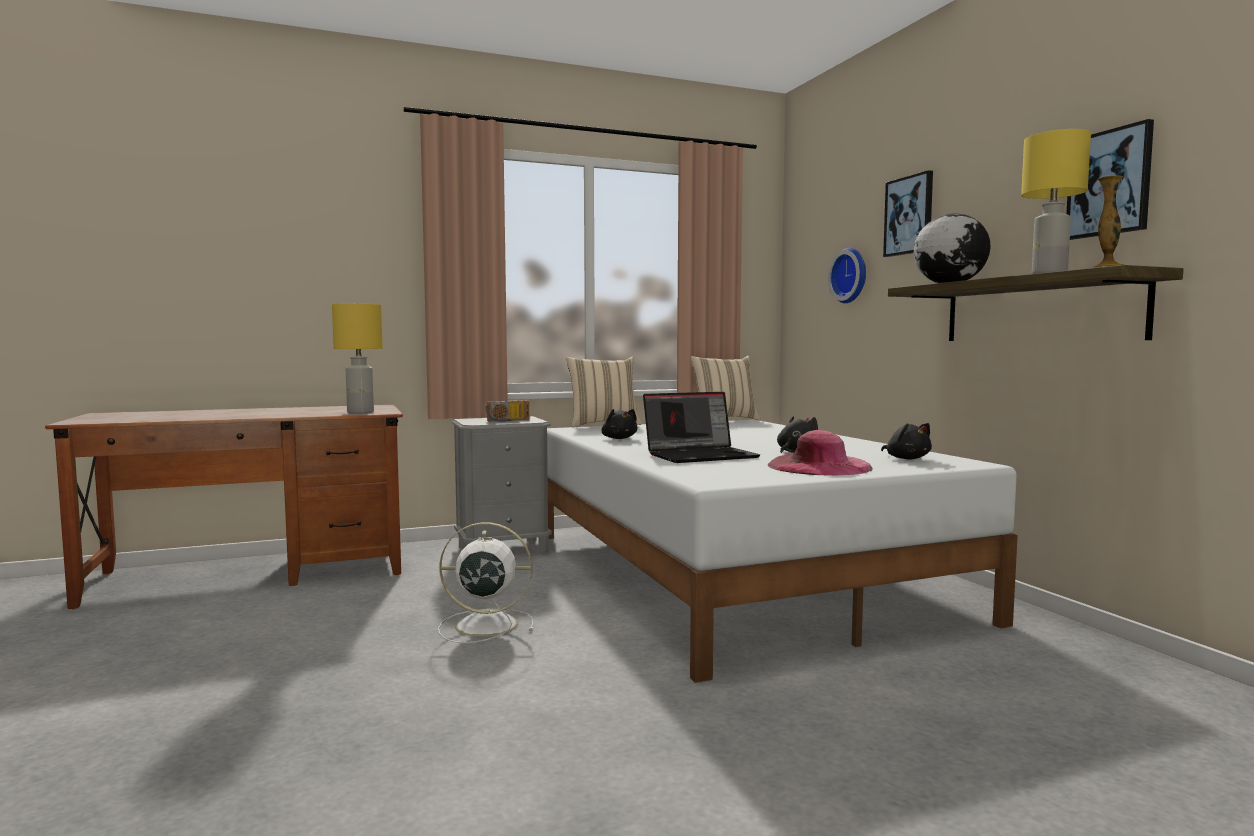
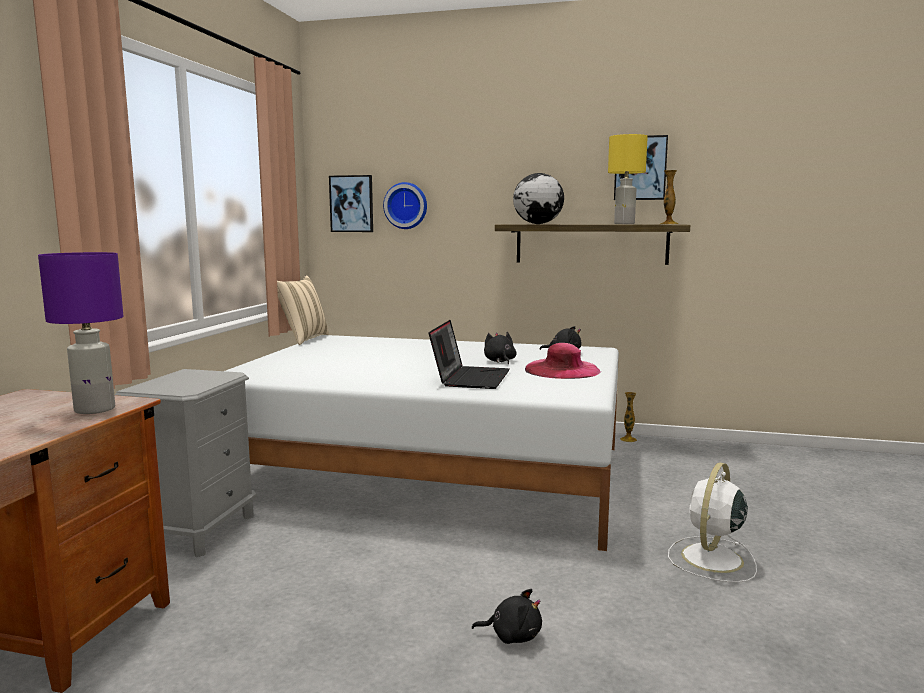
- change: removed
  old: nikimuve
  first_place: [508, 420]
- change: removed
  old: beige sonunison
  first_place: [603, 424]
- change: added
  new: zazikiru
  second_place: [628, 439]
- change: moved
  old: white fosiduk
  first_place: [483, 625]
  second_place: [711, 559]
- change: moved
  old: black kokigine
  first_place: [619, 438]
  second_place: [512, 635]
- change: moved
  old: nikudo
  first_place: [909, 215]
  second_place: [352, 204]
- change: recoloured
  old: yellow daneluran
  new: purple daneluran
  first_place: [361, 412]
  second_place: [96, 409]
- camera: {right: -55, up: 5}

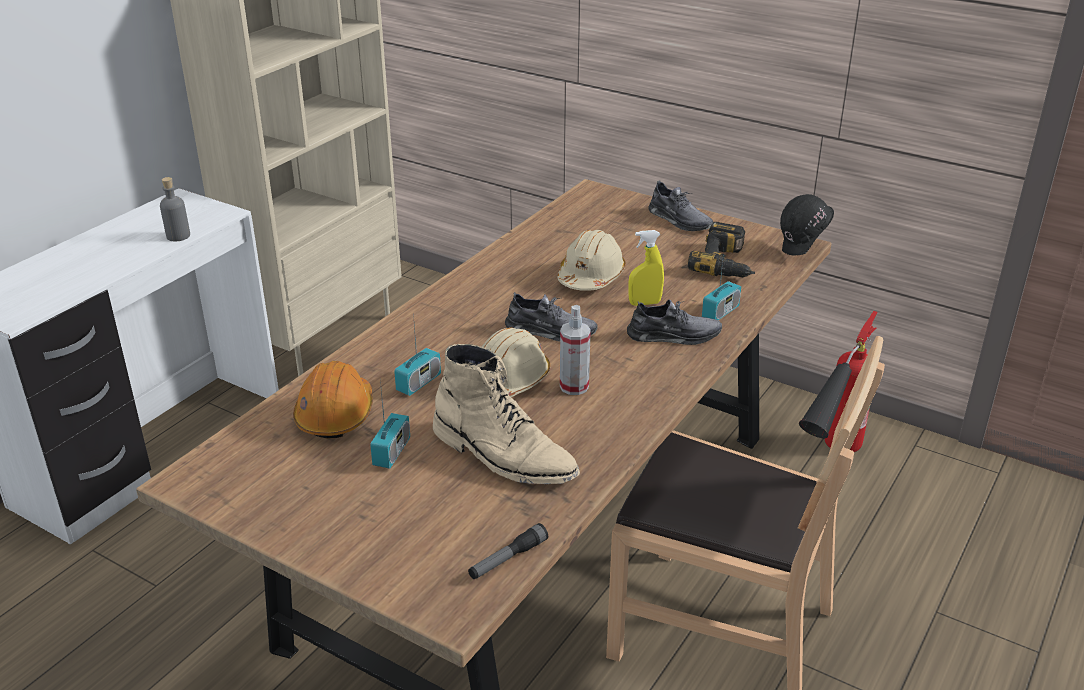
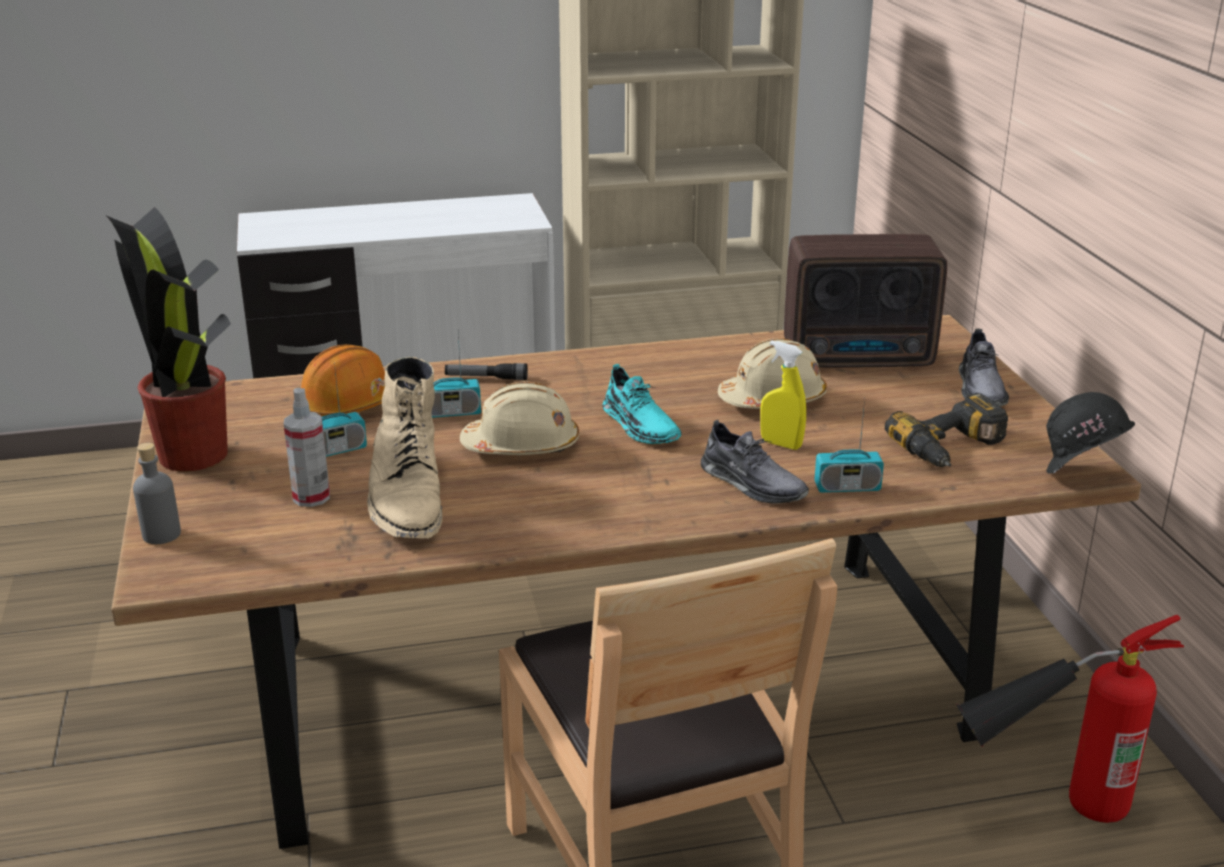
- change: added
  new: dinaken
  second_place: [192, 453]
- change: added
  new: nikimuve
  second_place: [861, 358]
- change: moved
  old: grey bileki
  first_place: [178, 236]
  second_place: [161, 534]
- change: moved
  old: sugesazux
  first_place: [508, 559]
  second_place: [486, 378]
- change: moved
  old: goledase
  first_place: [574, 386]
  second_place: [311, 497]
- change: recoloured
  old: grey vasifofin
  new: turquoise vasifofin
  first_place: [550, 331]
  second_place: [640, 425]
- camera: {right: 45, up: -5}

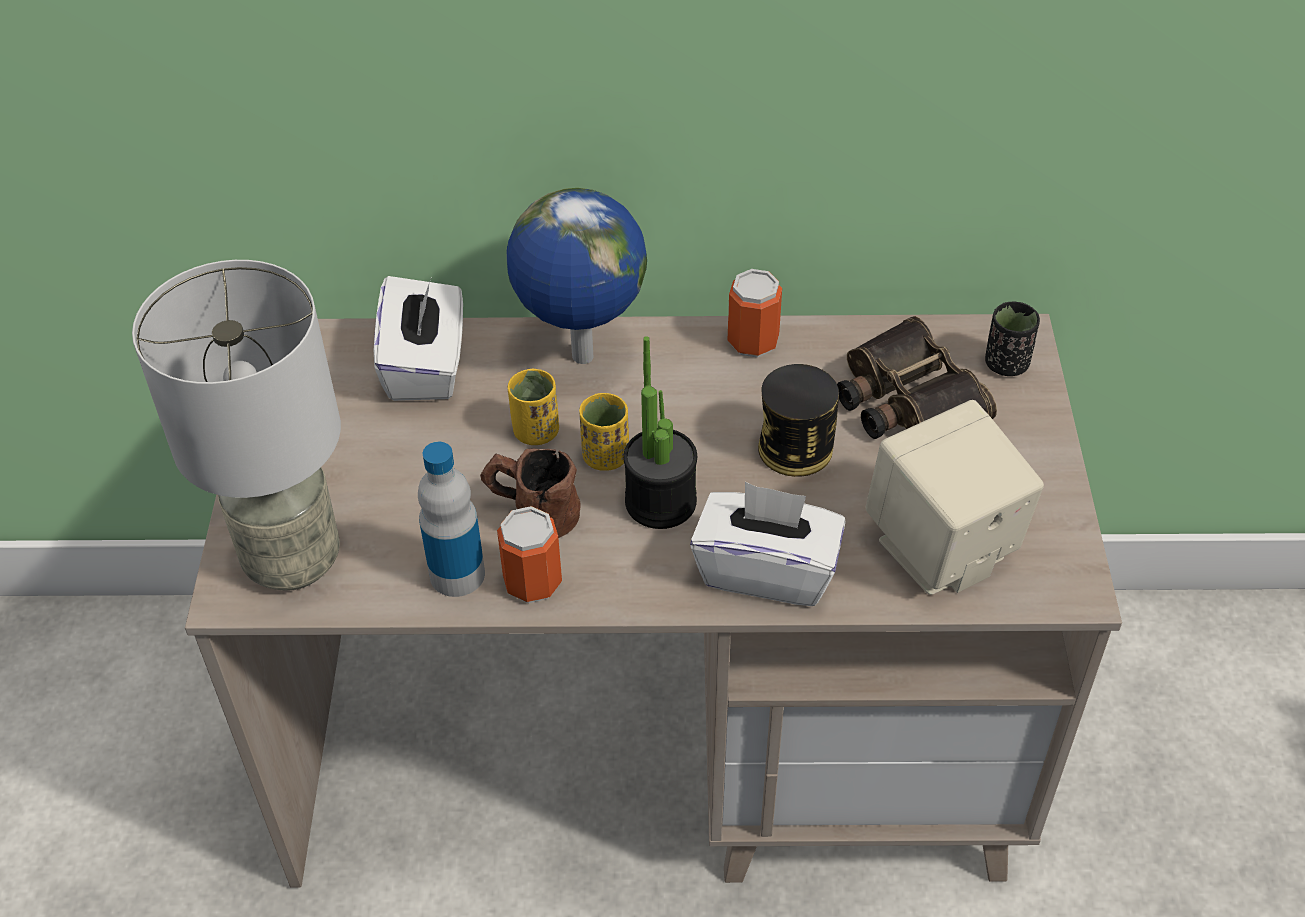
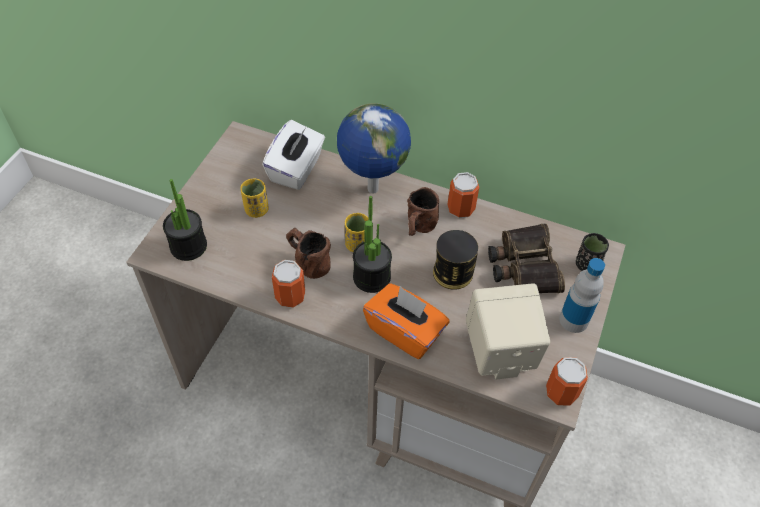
- change: added
  new: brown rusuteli
  second_place: [418, 229]
- change: added
  new: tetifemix
  second_place: [561, 392]
- change: moved
  old: bileki
  first_place: [457, 574]
  second_place: [573, 320]
- change: moved
  old: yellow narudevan
  first_place: [536, 432]
  second_place: [256, 210]
- change: replaced
  old: grey daneluran
  new: dinaken
  first_place: [293, 560]
  second_place: [188, 246]
- change: recoloured
  old: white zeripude
  new: orange zeripude
  first_place: [766, 570]
  second_place: [405, 332]
- camera: {right: 20, up: 5}

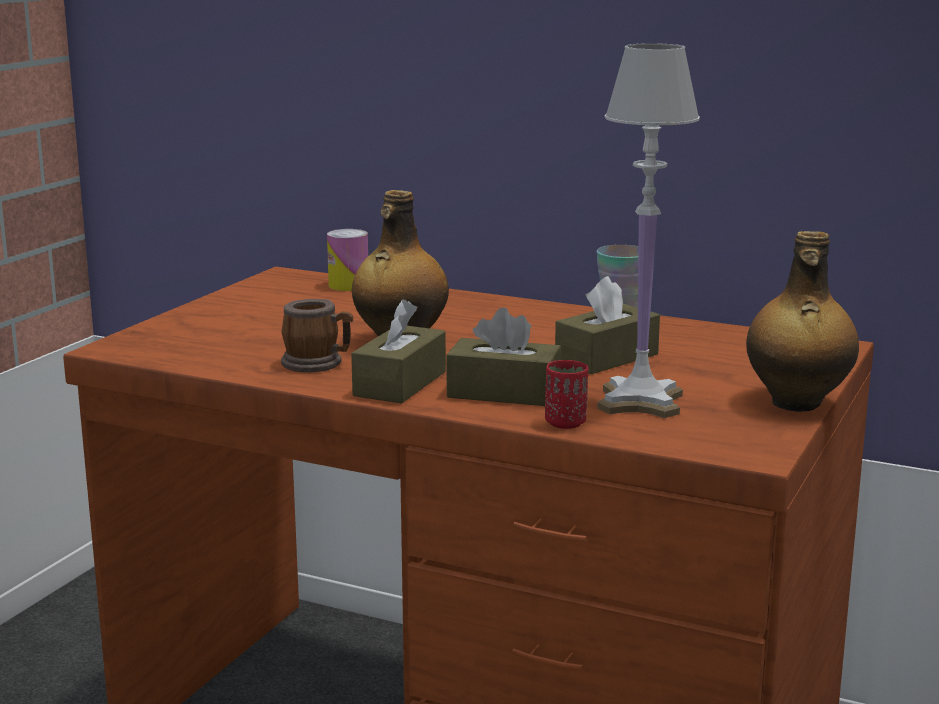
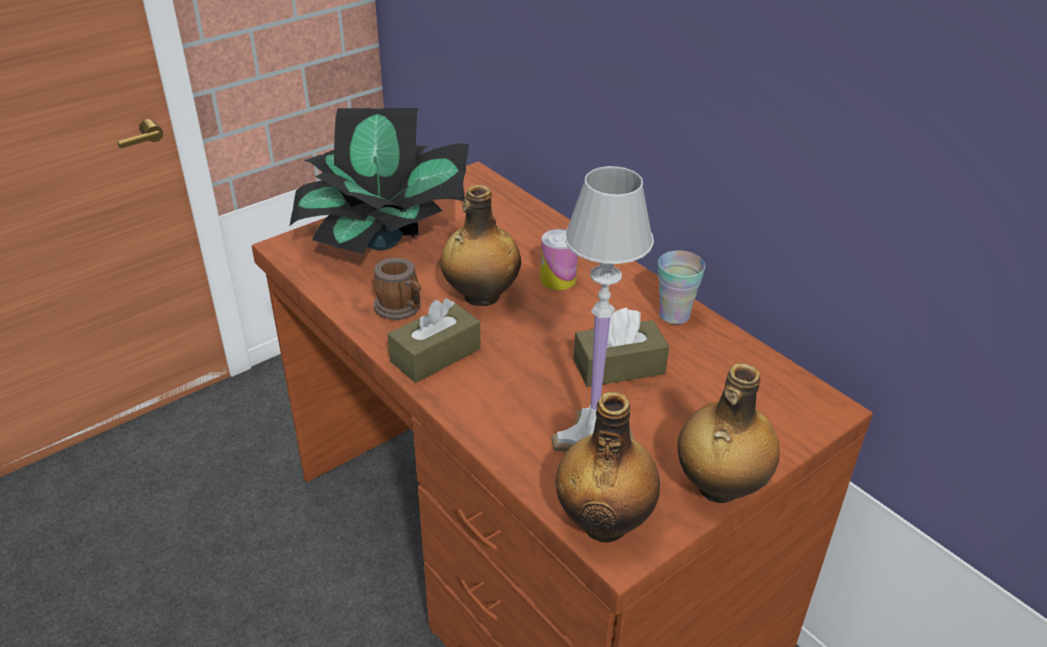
- change: removed
  old: brown zeripude
  first_place: [504, 393]
- change: removed
  old: red narudevan
  first_place: [565, 423]
- change: added
  new: dinaken
  second_place: [384, 241]
- change: added
  new: bileki
  second_place: [604, 522]
- change: moved
  old: tetifemix
  first_place: [348, 285]
  second_place: [558, 279]
- camera: {right: 25, up: 20}

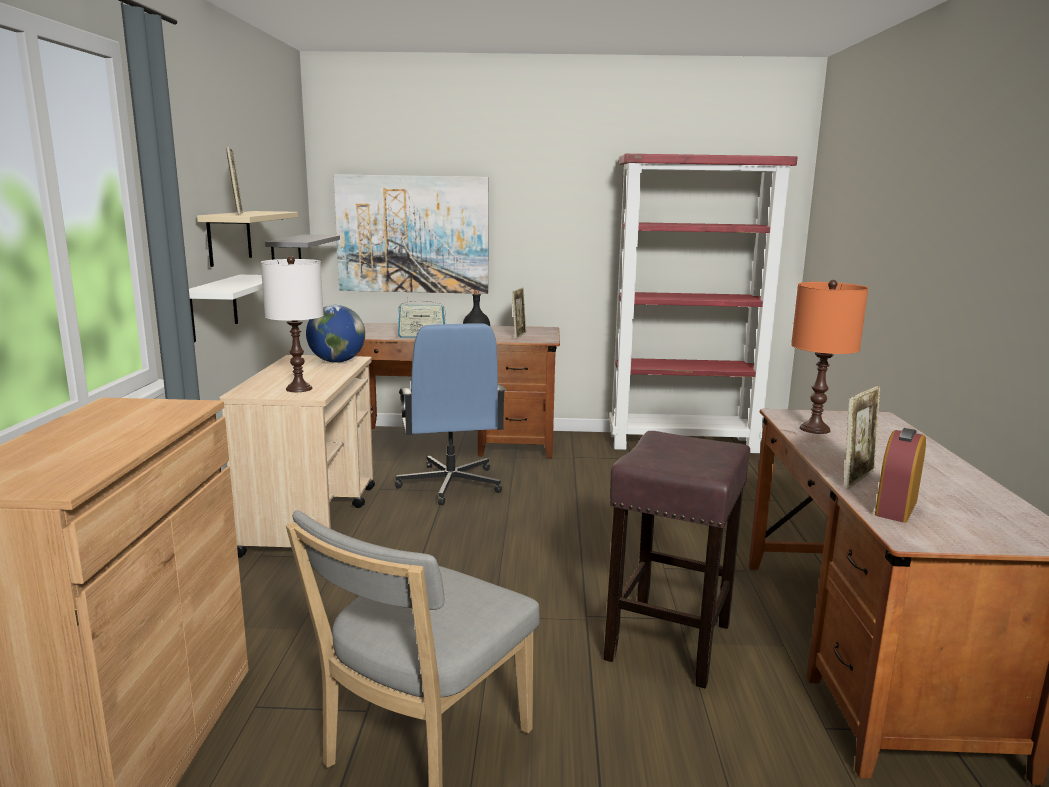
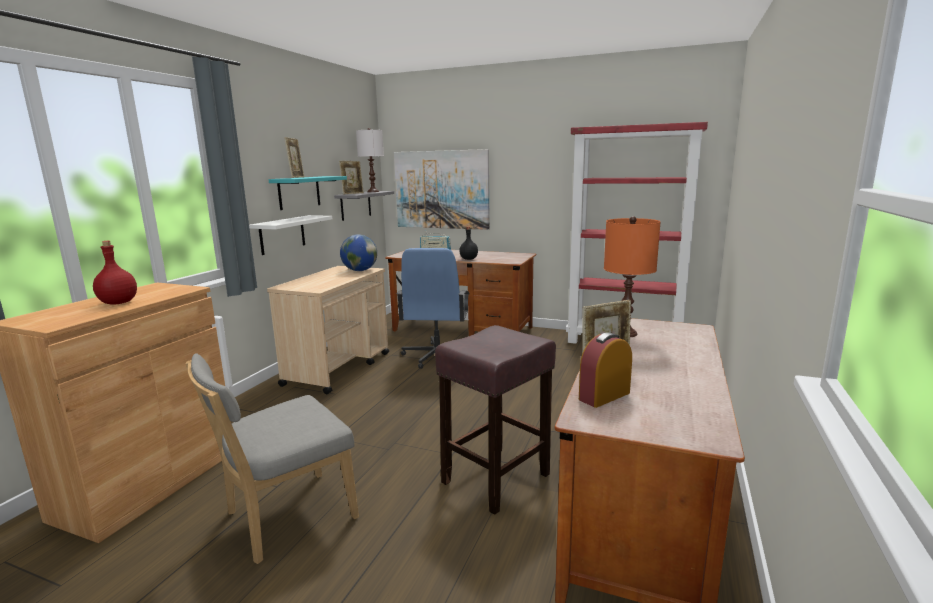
- change: added
  new: red bileki
  second_place: [118, 303]
- change: moved
  old: white daneluran
  first_place: [299, 388]
  second_place: [373, 191]
- change: moved
  old: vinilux
  first_place: [519, 335]
  second_place: [353, 193]
- change: recoloured
  old: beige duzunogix
  new: turquoise duzunogix
  first_place: [229, 237]
  second_place: [299, 192]
- camera: {right: 20, up: 0}

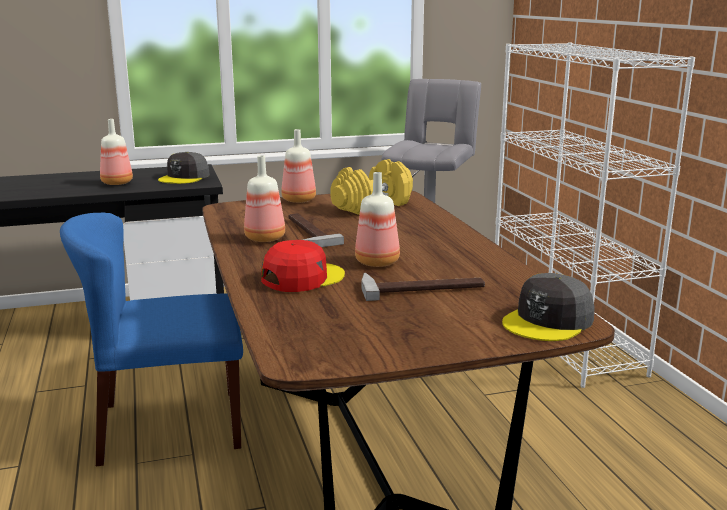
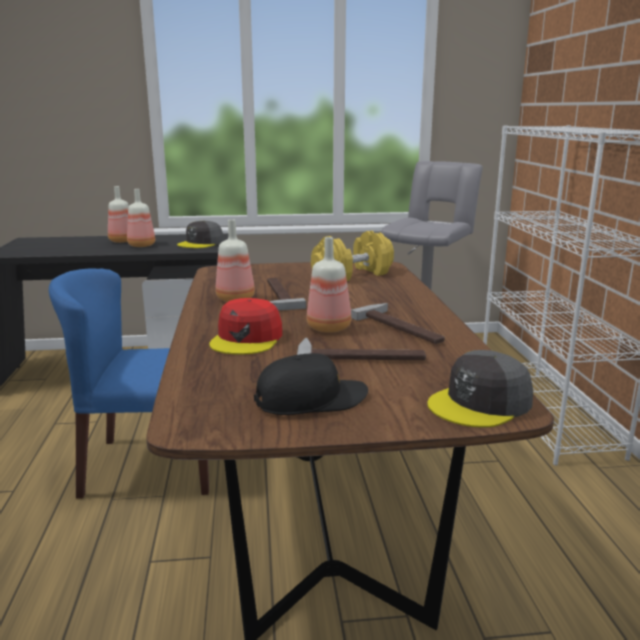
- change: added
  new: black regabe
  second_place: [311, 400]
- change: added
  new: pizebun
  second_place: [403, 327]
- change: moved
  old: bileki
  first_place: [297, 200]
  second_place: [121, 241]
- change: turned
  old: red regabe
  first_place: [302, 278]
  second_place: [247, 339]
  degrees: 135
- camera: {right: 10, up: 0}

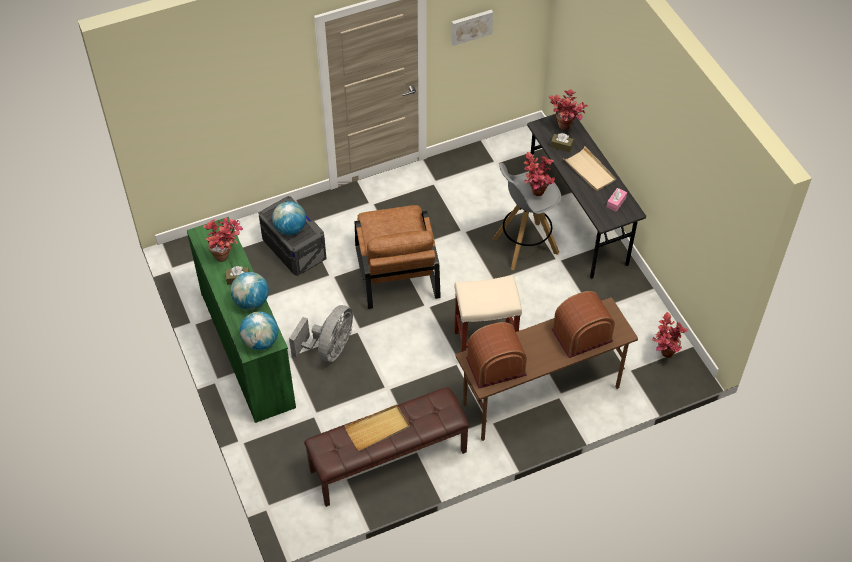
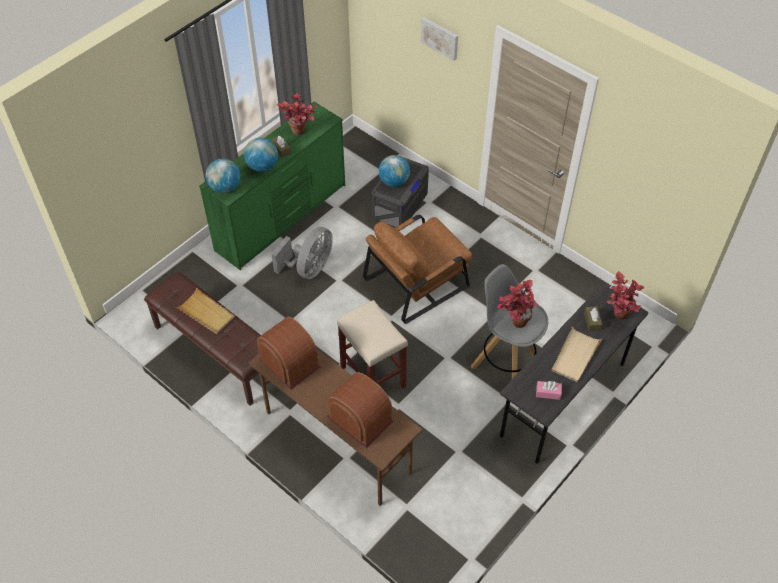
- change: removed
  old: dinaken
  first_place: [663, 355]
- change: moved
  old: nikudo
  first_place: [471, 26]
  second_place: [440, 38]
- change: turned
  old: grey fosiduk
  first_place: [329, 349]
  second_place: [309, 268]
  degrees: -60
- camera: {right: 65, up: 0}

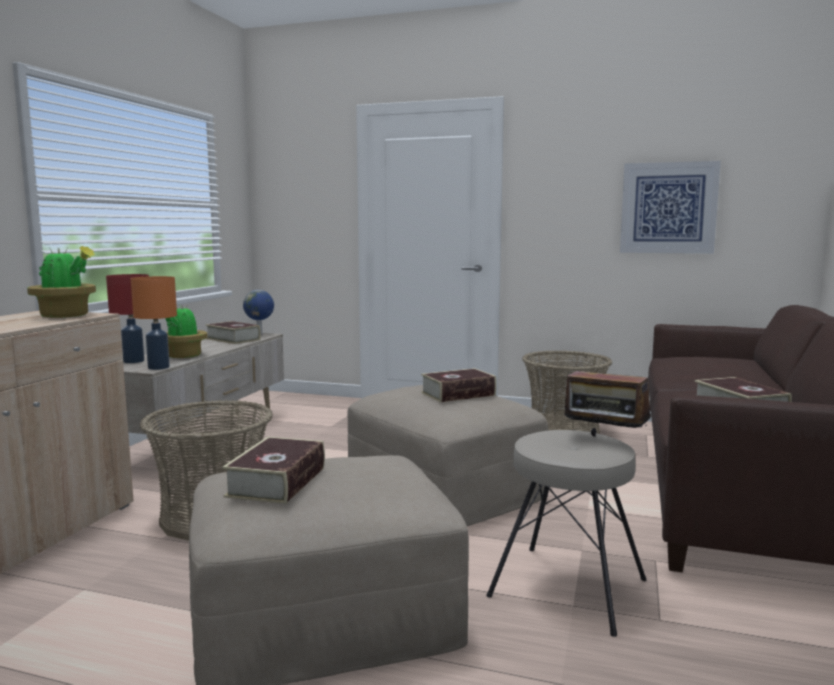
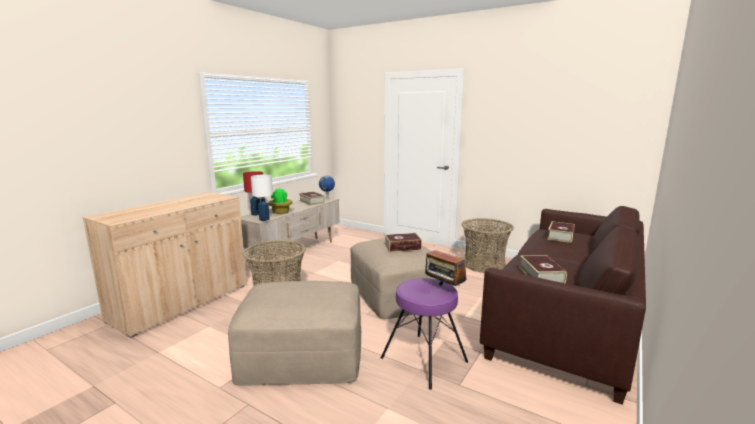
- change: removed
  old: dinaken
  first_place: [66, 316]
- change: removed
  old: nikudo
  first_place: [668, 208]
- change: moved
  old: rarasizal
  first_place: [277, 482]
  second_place: [560, 236]
- change: recoloured
  old: orange daneluran
  new: white daneluran
  first_place: [158, 367]
  second_place: [264, 219]
- change: recoloured
  old: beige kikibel
  new: purple kikibel
  first_place: [568, 586]
  second_place: [424, 359]
- camera: {right: 15, up: 5}

